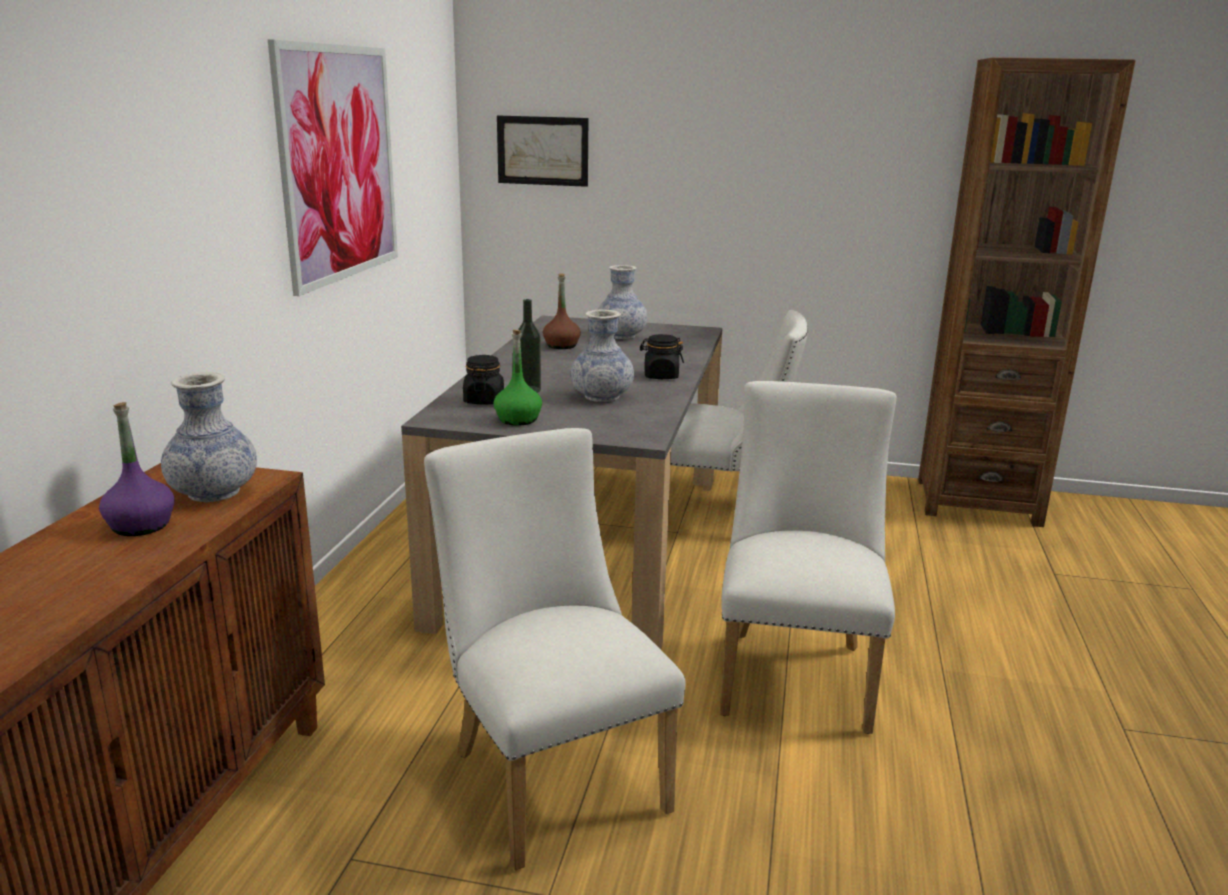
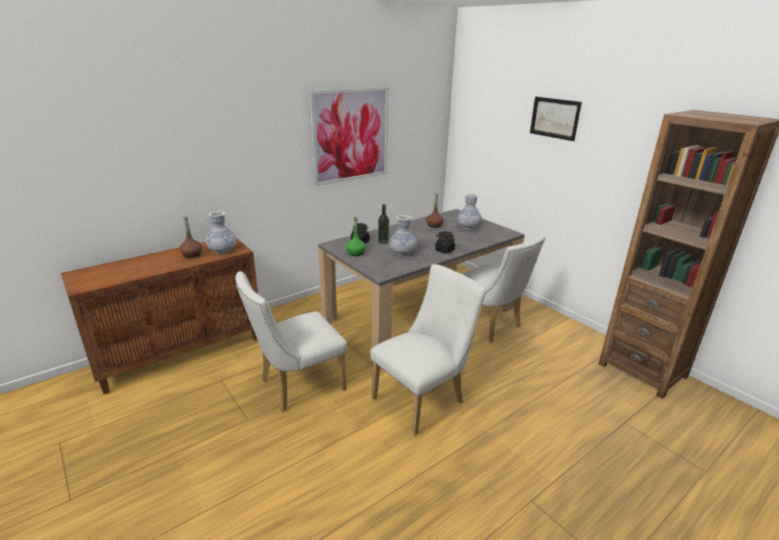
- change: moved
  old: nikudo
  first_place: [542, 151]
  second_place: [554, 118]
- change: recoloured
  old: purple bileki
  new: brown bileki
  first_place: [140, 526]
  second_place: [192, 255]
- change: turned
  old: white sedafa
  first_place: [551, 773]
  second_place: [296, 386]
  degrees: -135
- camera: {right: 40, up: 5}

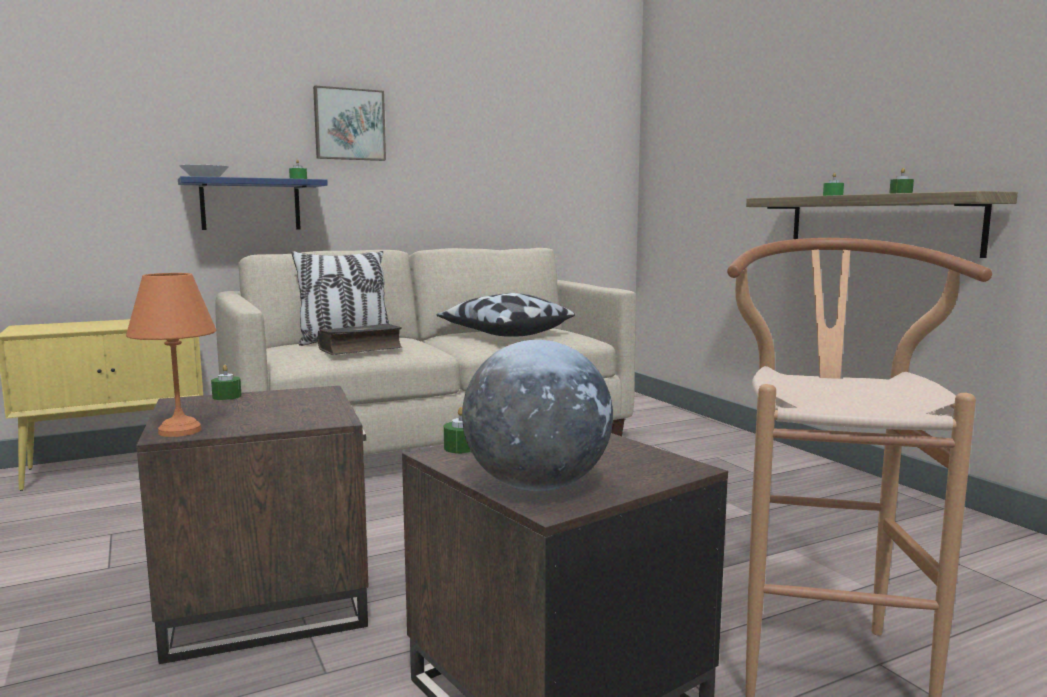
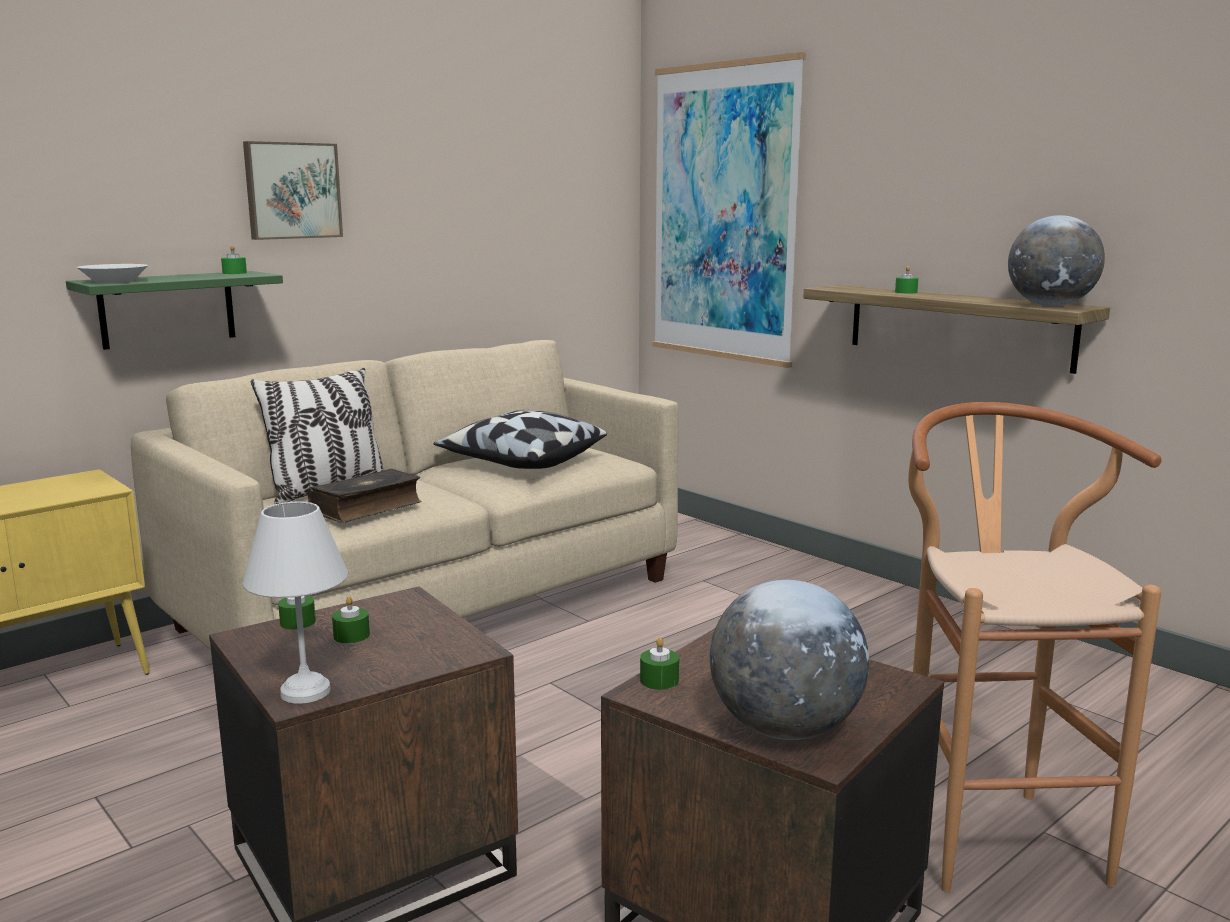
- change: added
  new: nikudo
  second_place: [724, 214]
- change: added
  new: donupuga
  second_place: [1050, 305]
- change: moved
  old: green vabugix
  first_place: [900, 193]
  second_place: [351, 636]
- change: recoloured
  old: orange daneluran
  new: white daneluran
  first_place: [180, 430]
  second_place: [305, 690]
- change: recoloured
  old: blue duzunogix
  new: green duzunogix
  first_place: [250, 205]
  second_place: [167, 309]
- camera: {right: -15, up: 5}

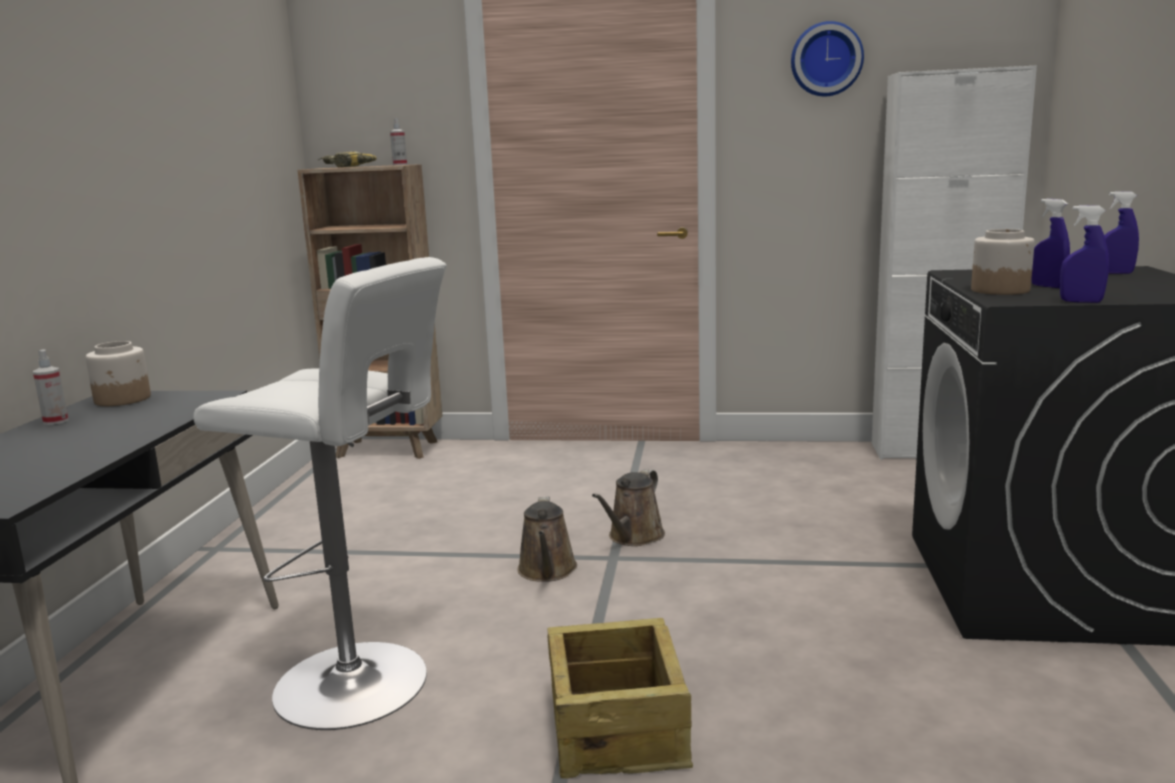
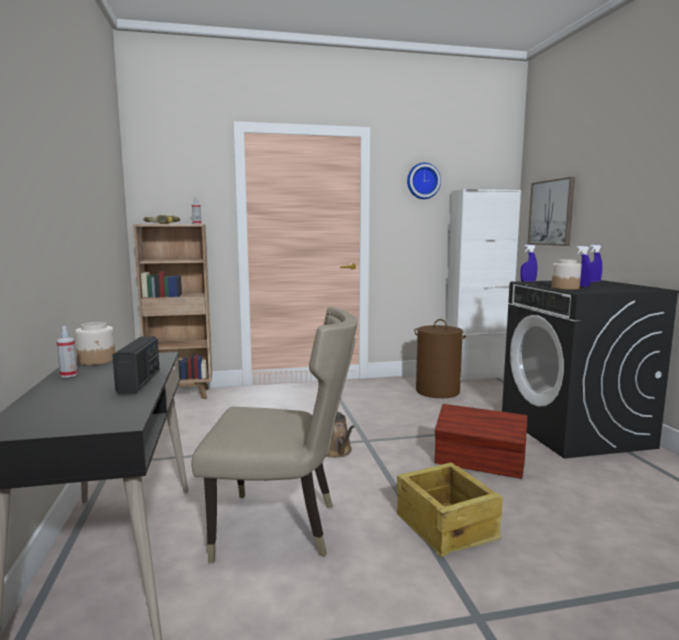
- change: removed
  old: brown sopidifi
  first_place: [633, 537]
- change: added
  new: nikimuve
  second_place: [139, 382]
- change: added
  new: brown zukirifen
  second_place: [437, 391]
- change: added
  new: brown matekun
  second_place: [480, 463]
- change: added
  new: nikudo
  second_place: [551, 212]
- change: moved
  old: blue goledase
  first_place: [1081, 301]
  second_place: [528, 281]
- change: replaced
  old: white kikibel
  new: beige sedafa
  first_place: [361, 685]
  second_place: [282, 528]
- camera: {right: -20, up: -5}

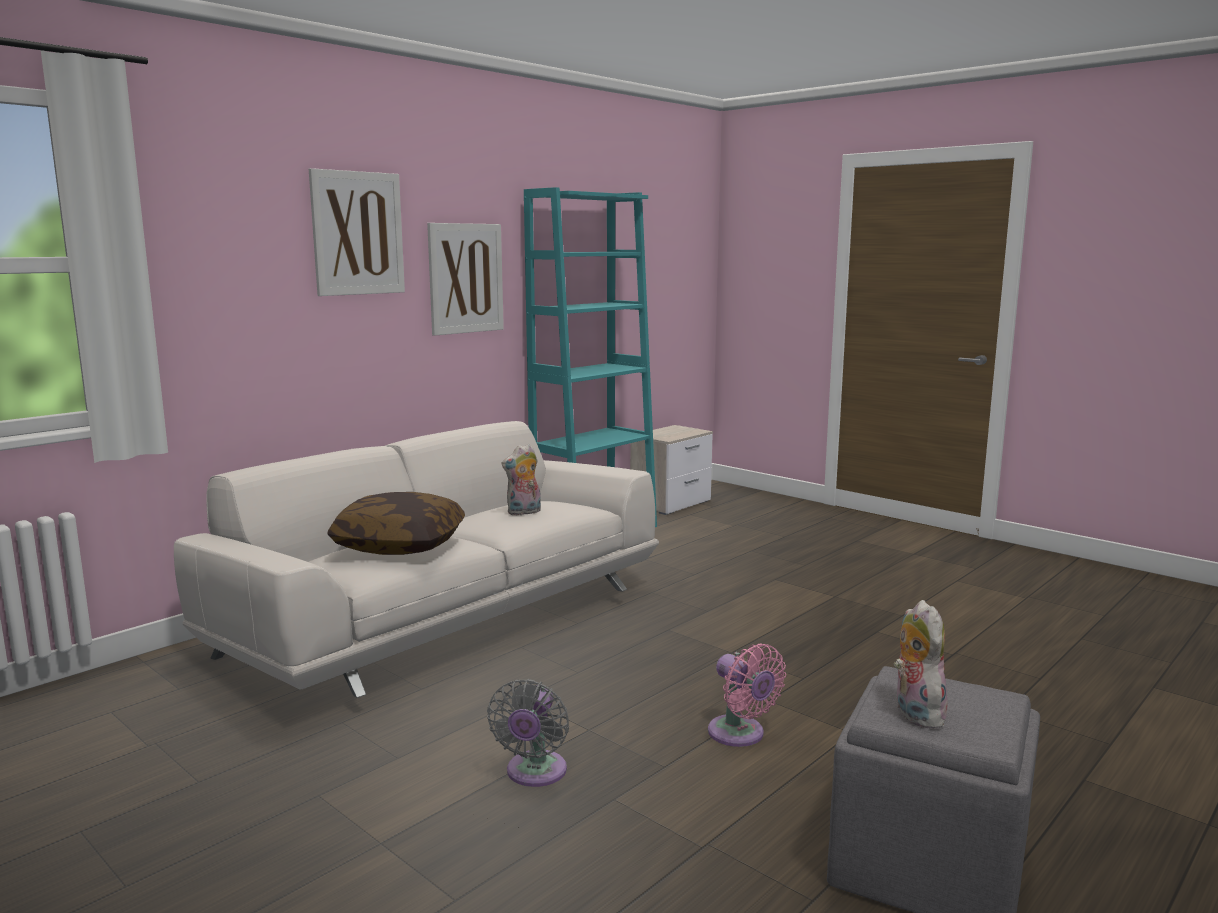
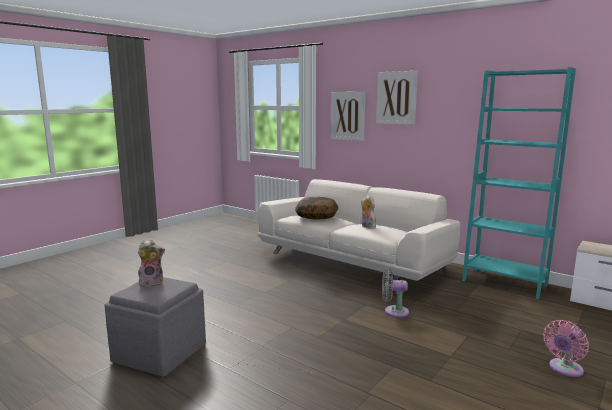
- change: moved
  old: nikudo
  first_place: [465, 278]
  second_place: [347, 116]
- change: moved
  old: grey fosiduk
  first_place: [534, 773]
  second_place: [393, 311]
- change: moved
  old: pink fosiduk
  first_place: [740, 735]
  second_place: [564, 369]
- camera: {right: 85, up: 0}

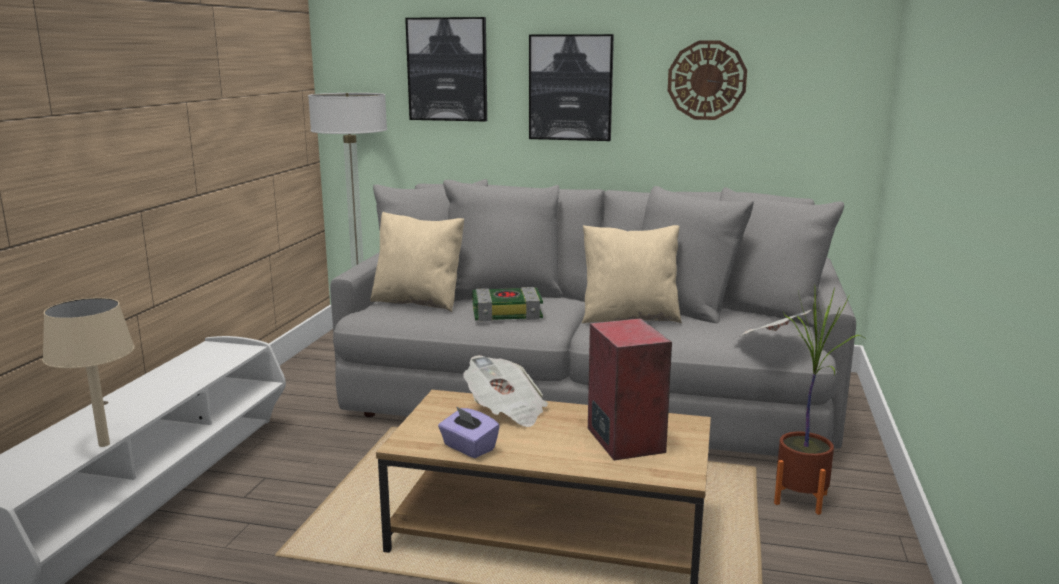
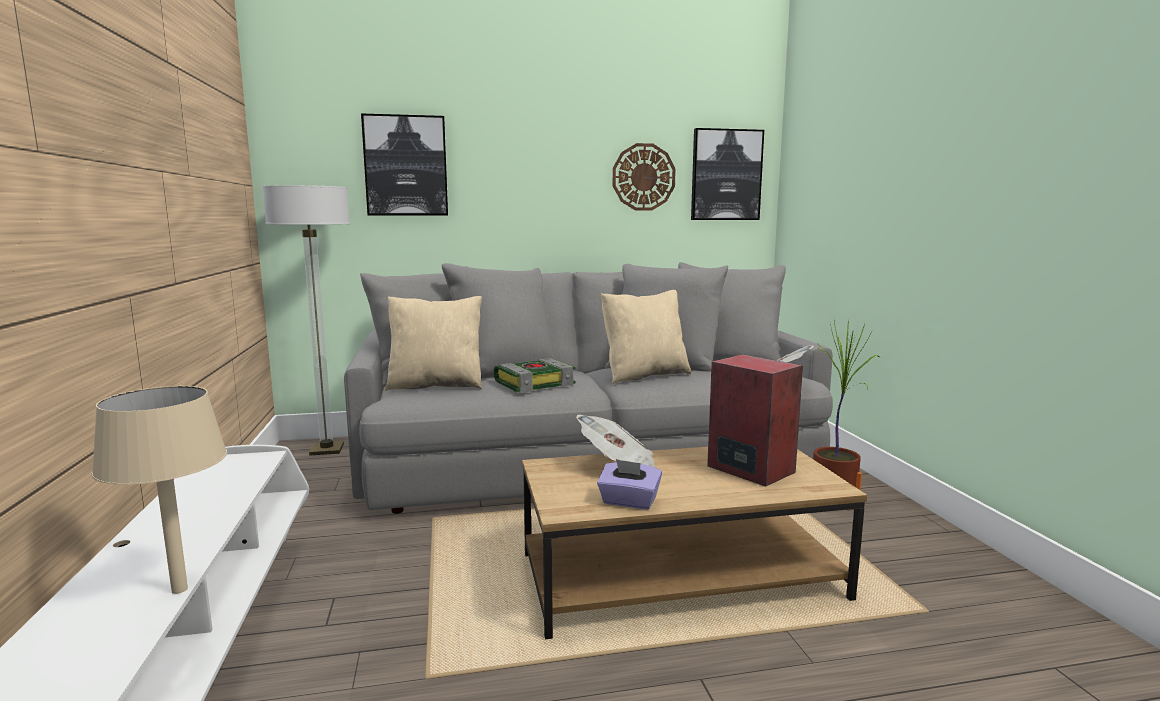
- change: moved
  old: nikudo
  first_place: [571, 87]
  second_place: [726, 175]
- camera: {right: -25, up: -5}

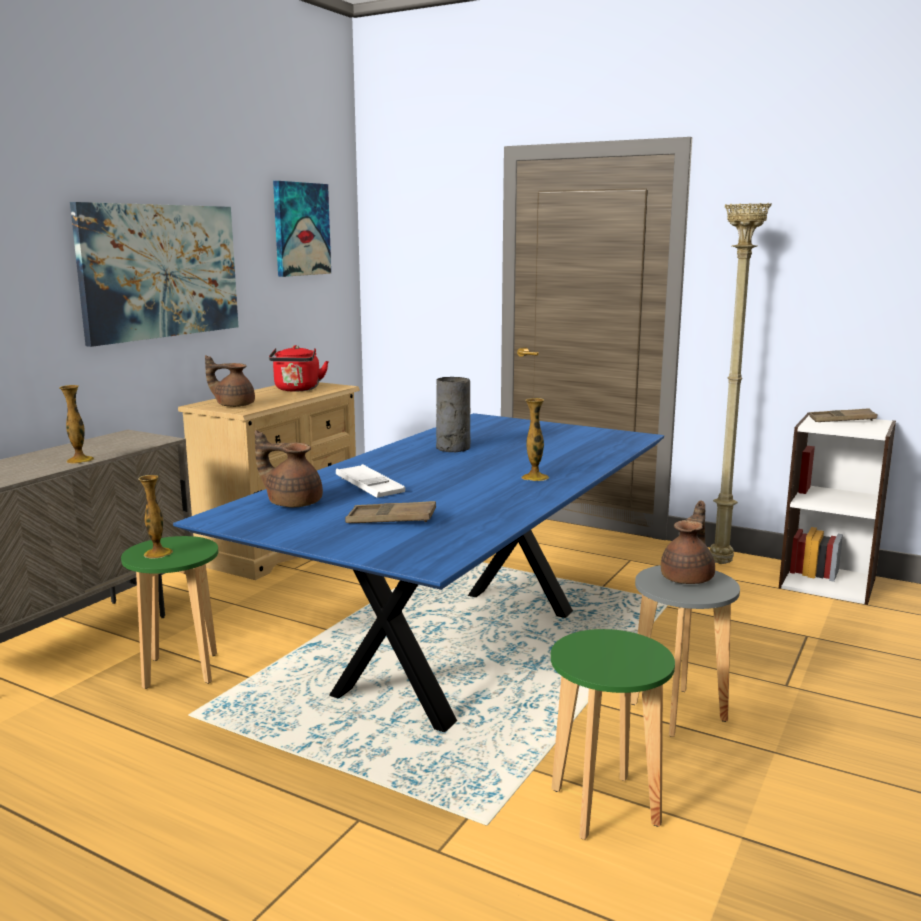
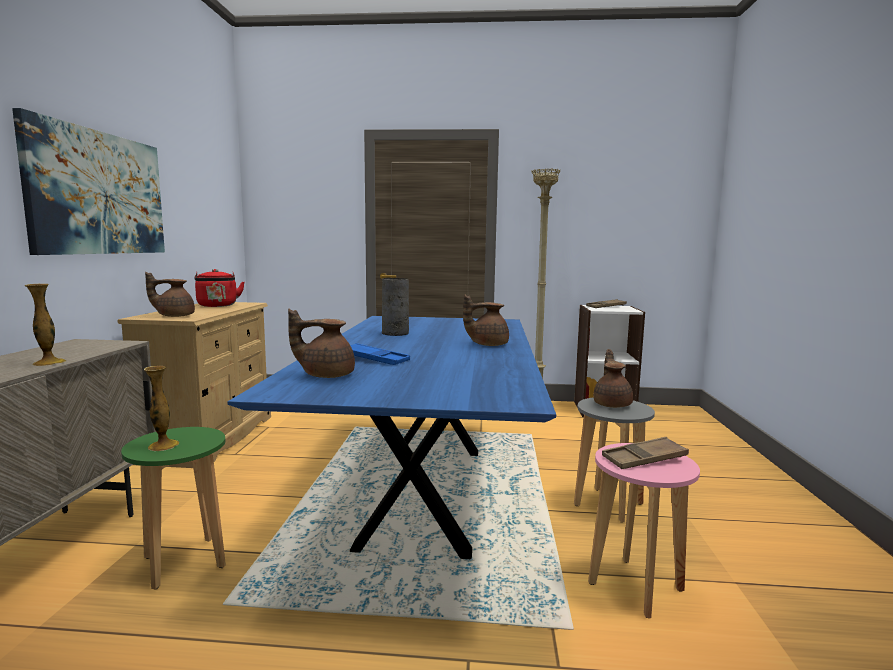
- change: removed
  old: nikudo
  first_place: [301, 229]
- change: moved
  old: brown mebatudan
  first_place: [391, 520]
  second_place: [644, 459]
- change: replaced
  old: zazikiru
  new: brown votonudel
  first_place: [535, 477]
  second_place: [487, 344]
- change: recoloured
  old: white mebatudan
  new: blue mebatudan
  first_place: [370, 487]
  second_place: [374, 359]
- change: recoloured
  old: green kikibel
  new: pink kikibel
  first_place: [605, 807]
  second_place: [636, 587]
- camera: {right: -25, up: -5}

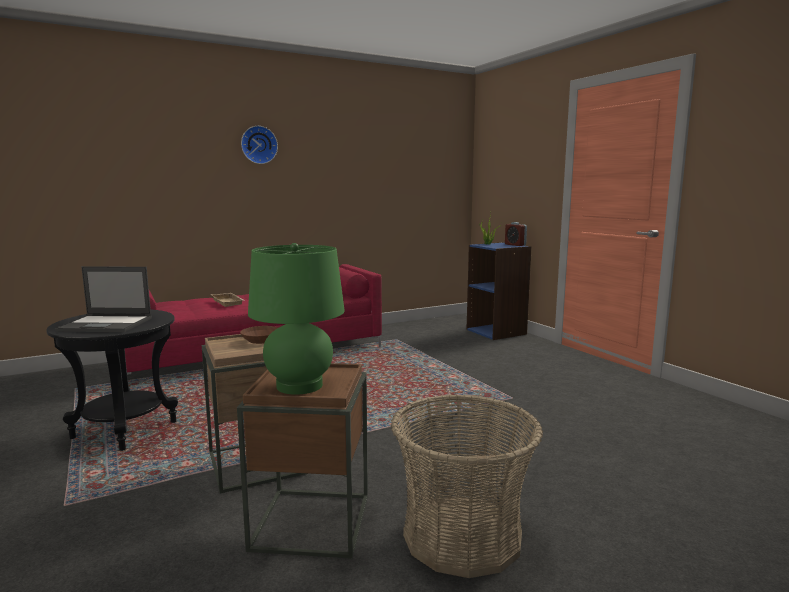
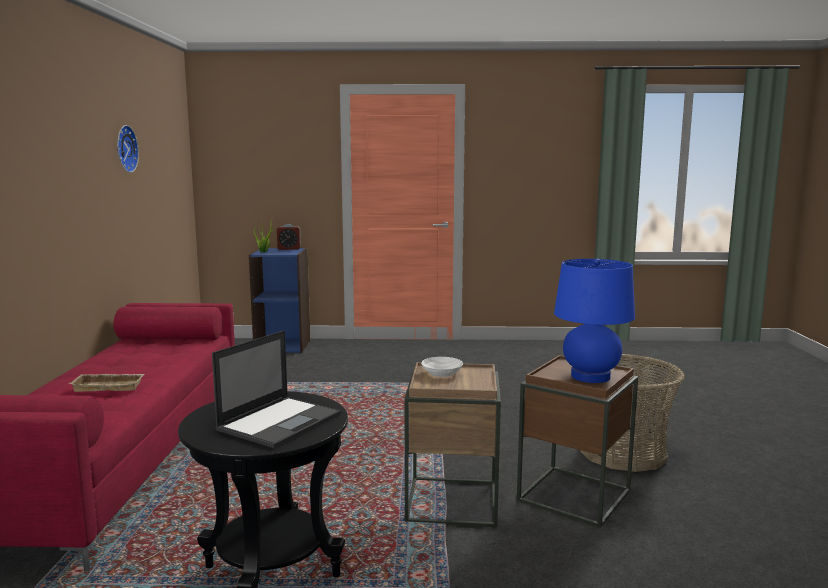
- change: moved
  old: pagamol
  first_place: [258, 145]
  second_place: [124, 149]
- change: recoloured
  old: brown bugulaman
  new: white bugulaman
  first_place: [261, 341]
  second_place: [443, 373]
- change: recoloured
  old: green daneluran
  new: blue daneluran
  first_place: [299, 386]
  second_place: [590, 376]
- camera: {right: -60, up: 0}

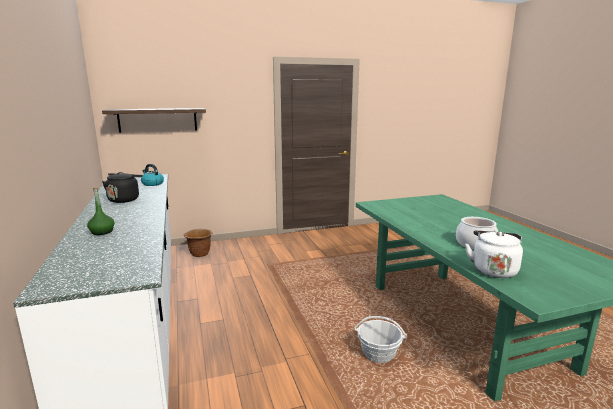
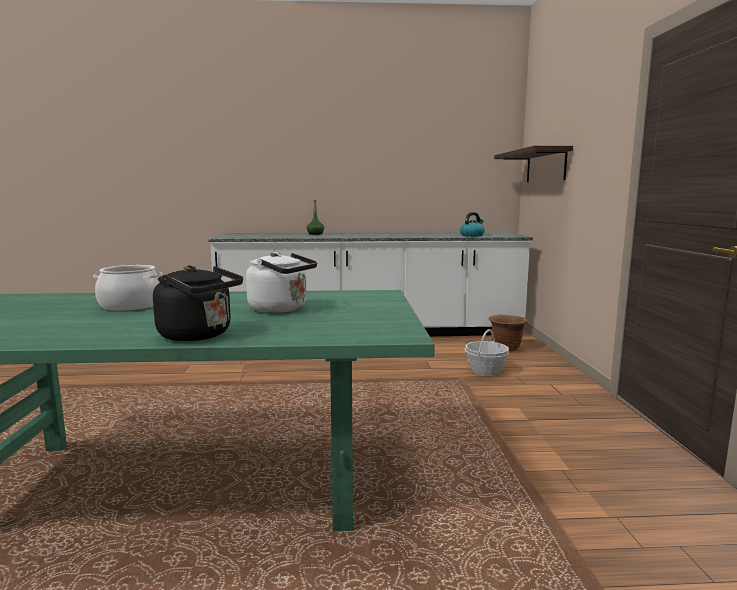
- change: moved
  old: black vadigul
  first_place: [124, 199]
  second_place: [199, 335]
- change: moved
  old: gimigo
  first_place: [378, 354]
  second_place: [485, 371]
- change: moved
  old: white vadigul
  first_place: [493, 270]
  second_place: [281, 309]
- camera: {right: 105, up: -5}

